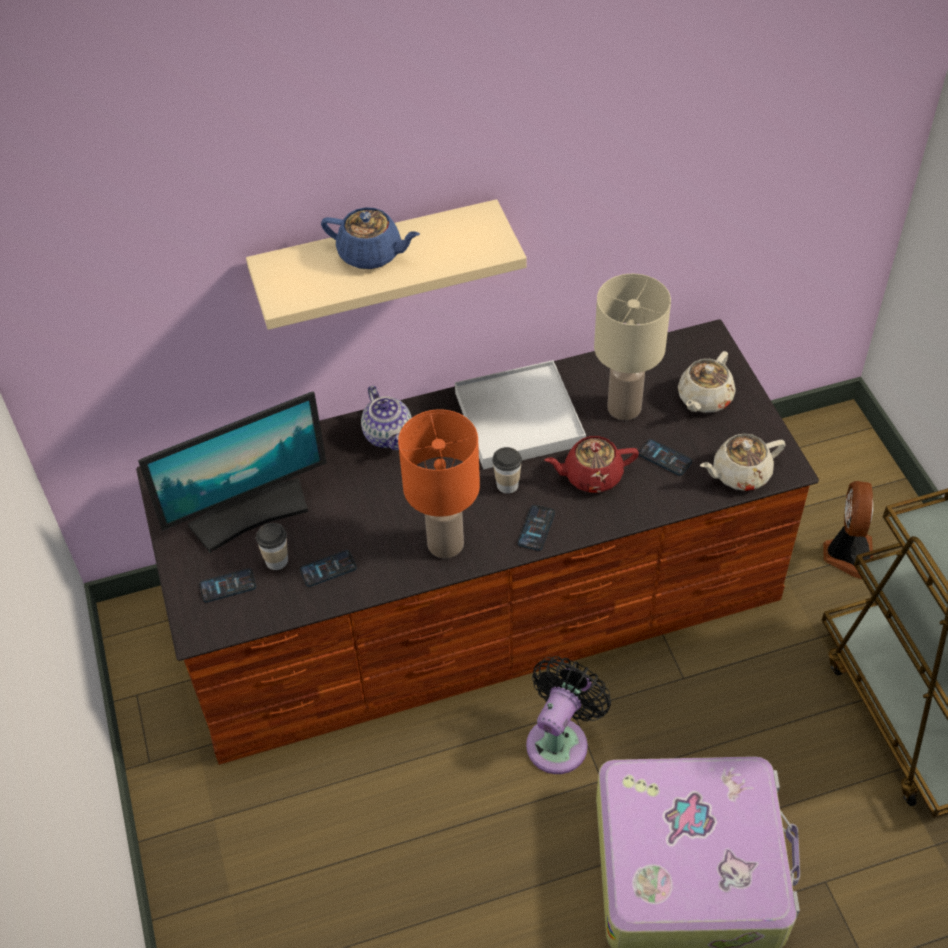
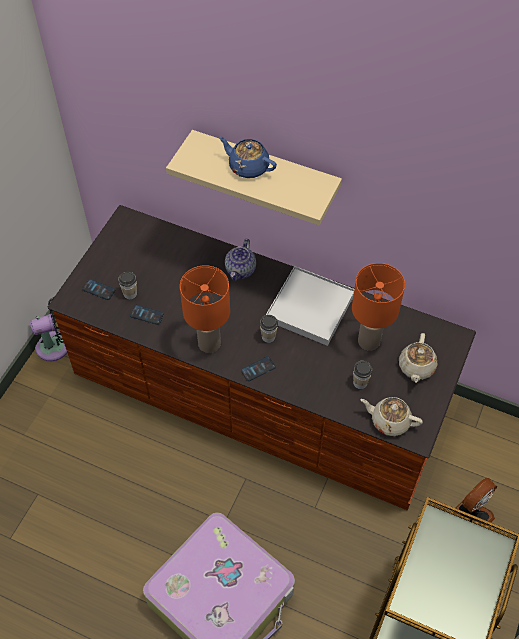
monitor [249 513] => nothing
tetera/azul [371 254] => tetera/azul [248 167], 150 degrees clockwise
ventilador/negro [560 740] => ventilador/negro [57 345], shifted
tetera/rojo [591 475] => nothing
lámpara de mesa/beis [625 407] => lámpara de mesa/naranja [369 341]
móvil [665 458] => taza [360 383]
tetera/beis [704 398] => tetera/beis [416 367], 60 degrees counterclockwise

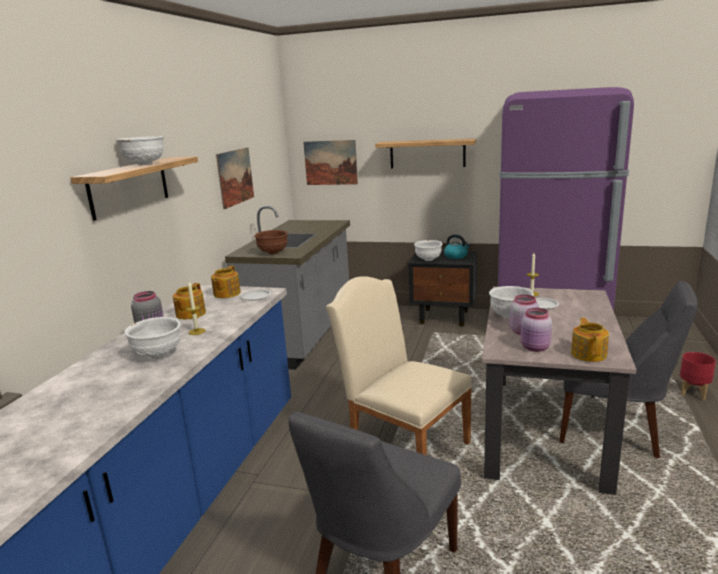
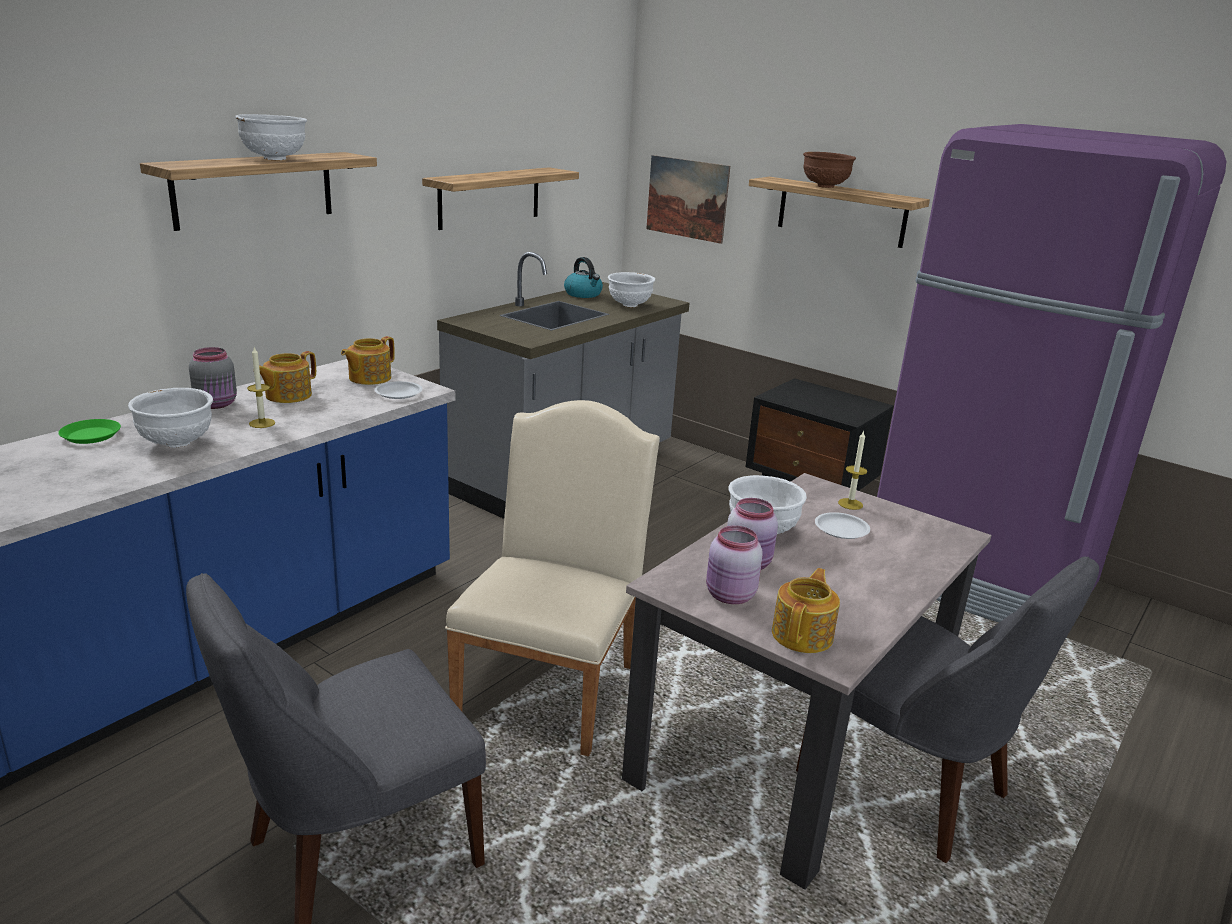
cuadro [235 177] => estante [489 197]
cuenco/marrón [273 253] => cuenco/marrón [825 186], shifted
silla/beis [402 445] => silla/beis [552 685], 45 degrees clockwise
cuenco/blanco [428 259] => cuenco/blanco [629 305], shifted
hervidor [456 256] => hervidor [583 294], shifted
maceta/rojo [693 393] => nothing
nothing => plato/verde [90 436]

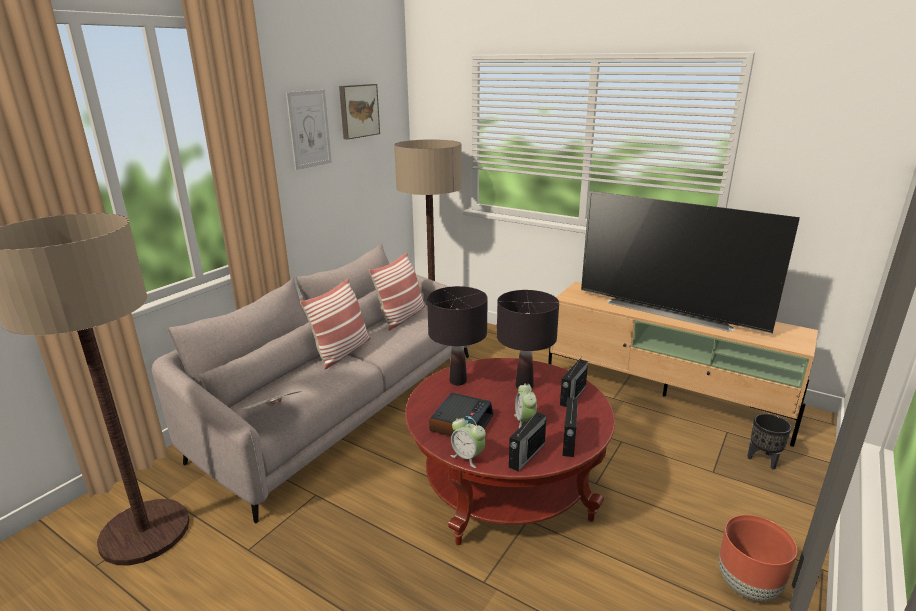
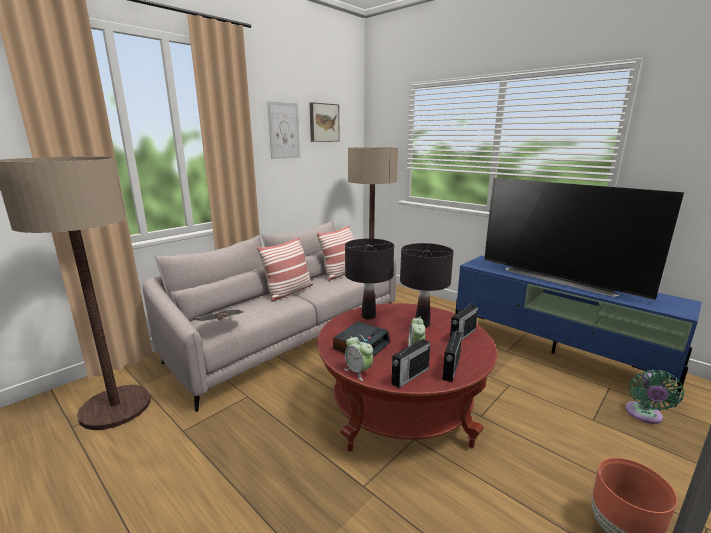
mueble de televisión/beis [665 396] => mueble de televisión/azul [554 353]
maceta/negro [763 460] => ventilador/verde [644 415]

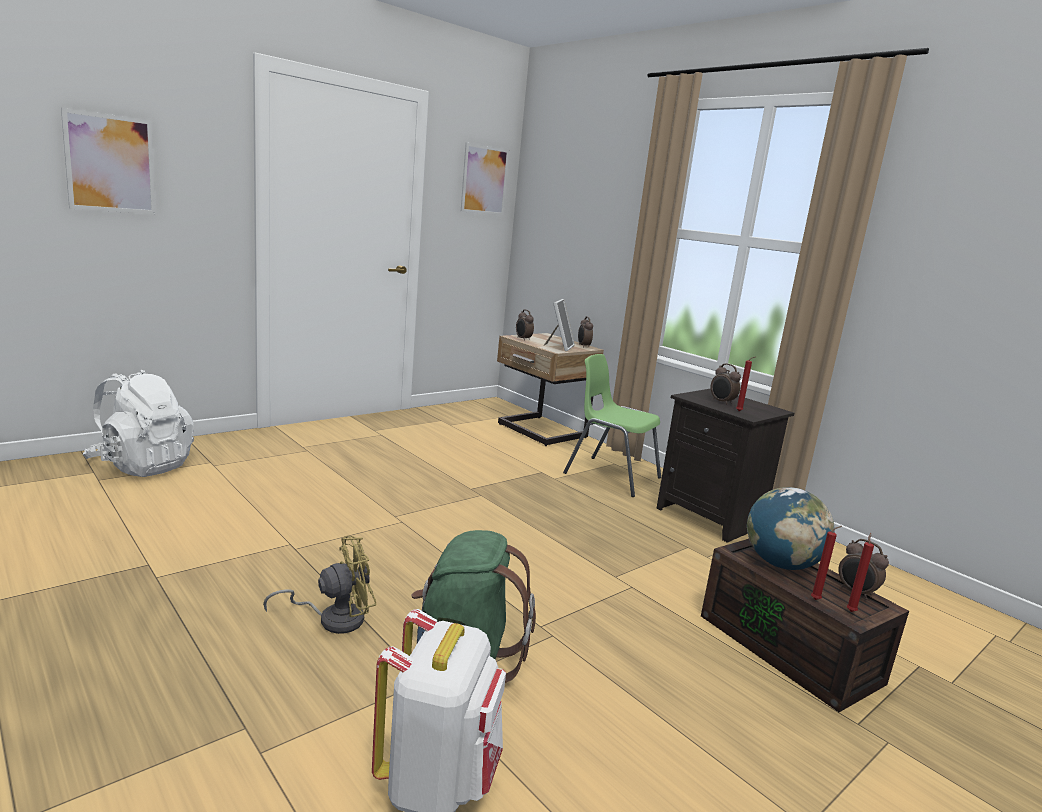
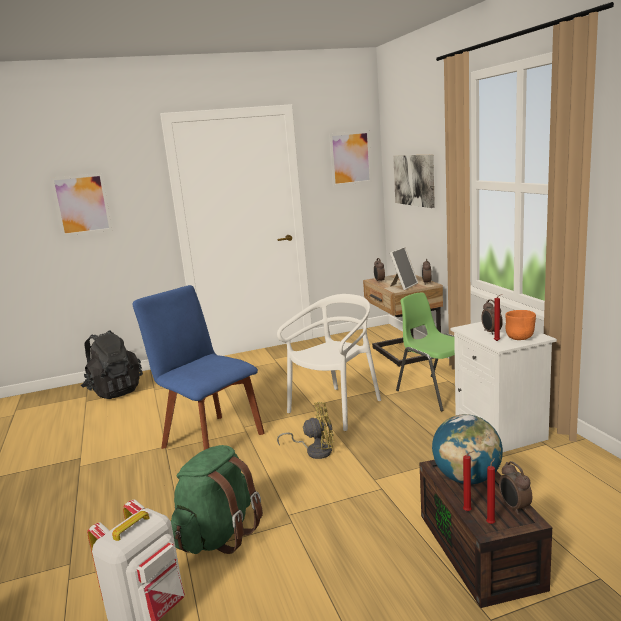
mochila/blanco [142 466] => mochila/negro [114 391]
ventilador/amarillo [333 618] => ventilador/amarillo [315 451], shifted
mesita de noche/negro [712 517] => mesita de noche/blanco [502 430]
nothing => silla/azul [210 438]
nothing => silla/blanco [336 408]
nothing => cuadro [414 180]
nothing => cuenco/naranja [520 338]

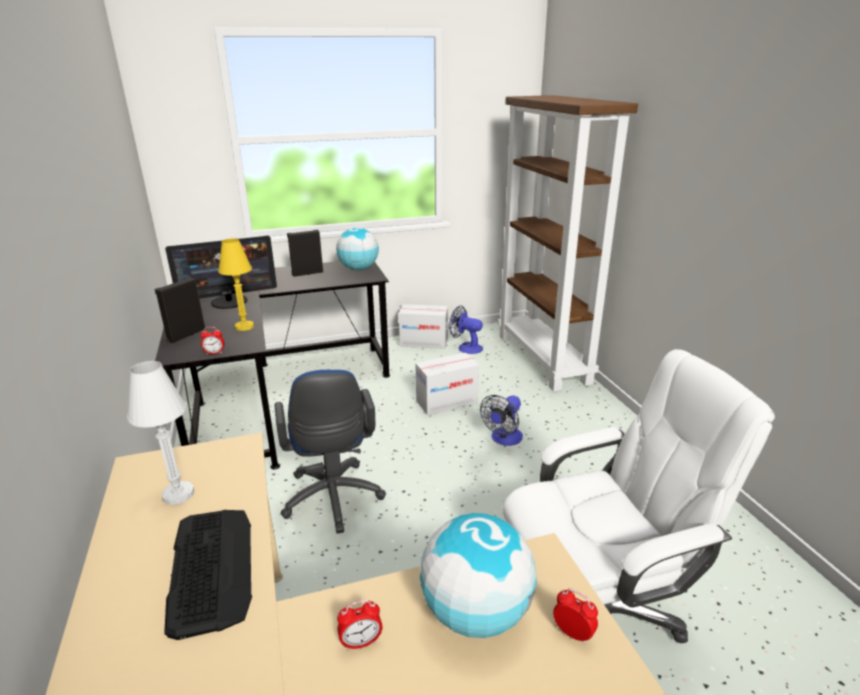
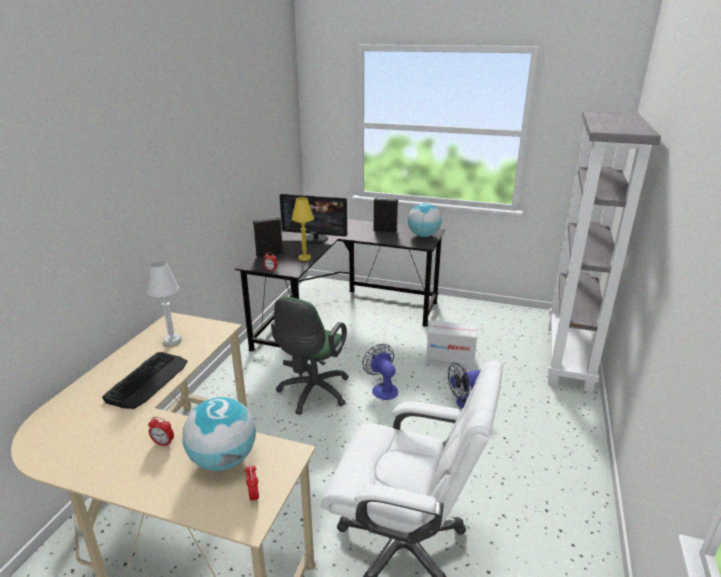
silla de oficina/azul [333 501] => silla de oficina/verde [312 394]
caja de cartón [424 342] => nothing
ventilador [466 347] => ventilador [382 388], shifted
estantería/marrón [544 359] => estantería/gris [569 355]

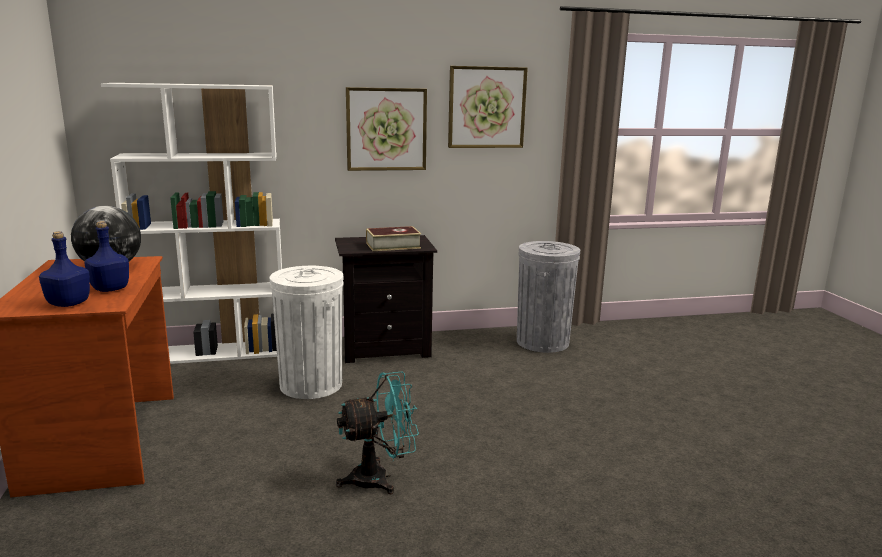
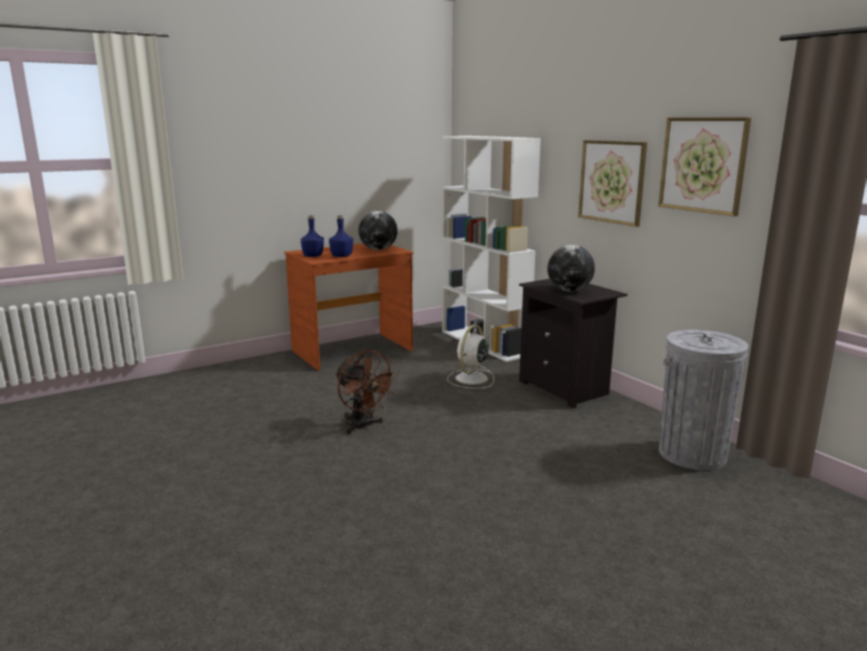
papelera/blanco [311 384] => ventilador/blanco [470 379]
ventilador/turquesa [379 478] => ventilador/marrón [363 426]
libro [393 245] => globo terráqueo [569 291]

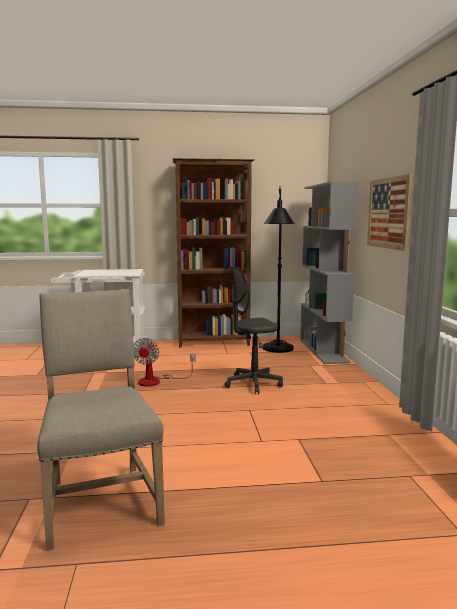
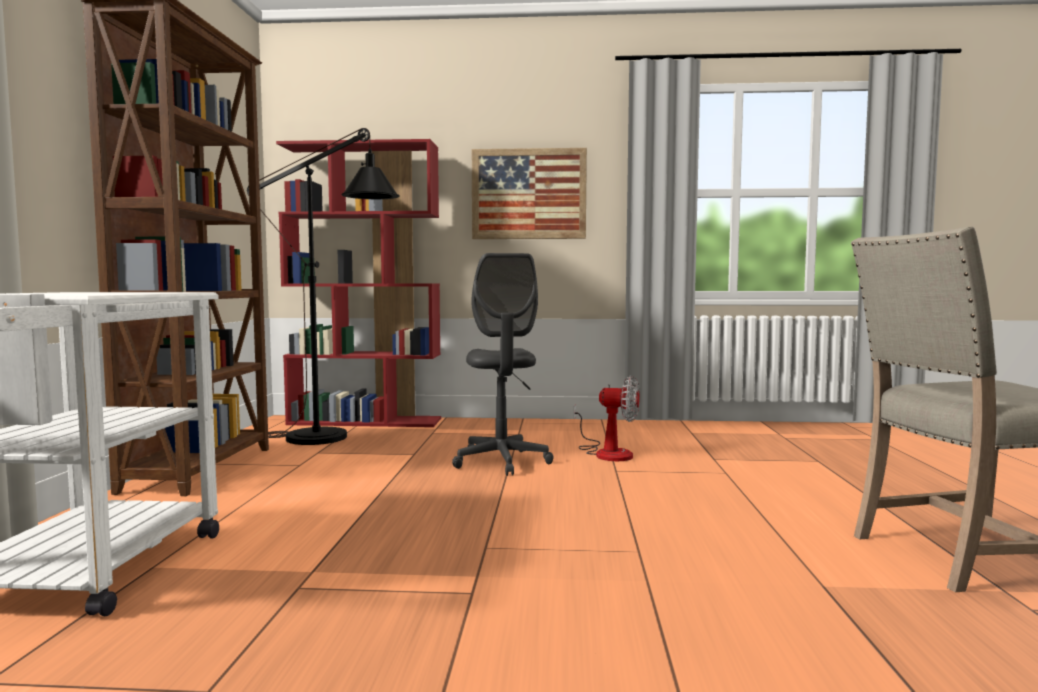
ventilador [157 381] => ventilador [607 453], shifted
estantería/gris [323 350] => estantería/rojo [366 421]

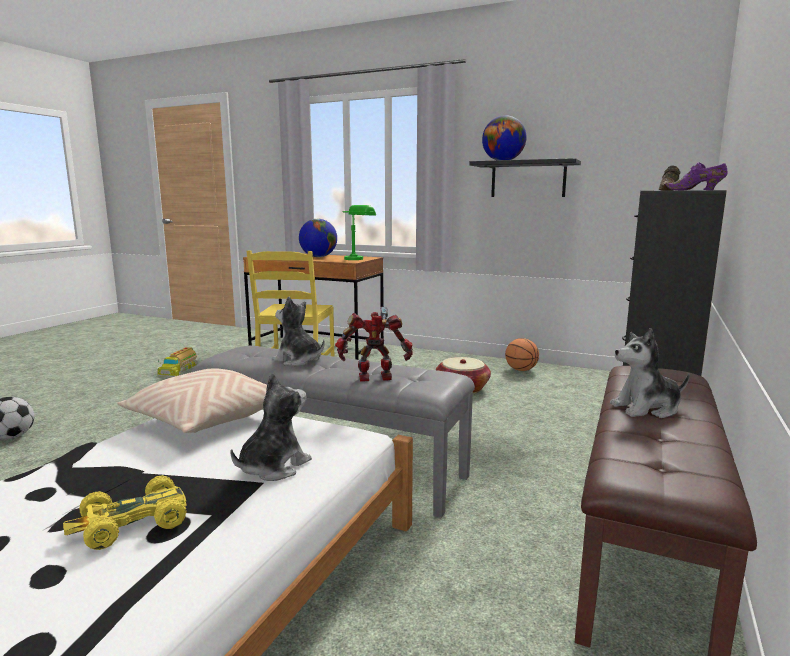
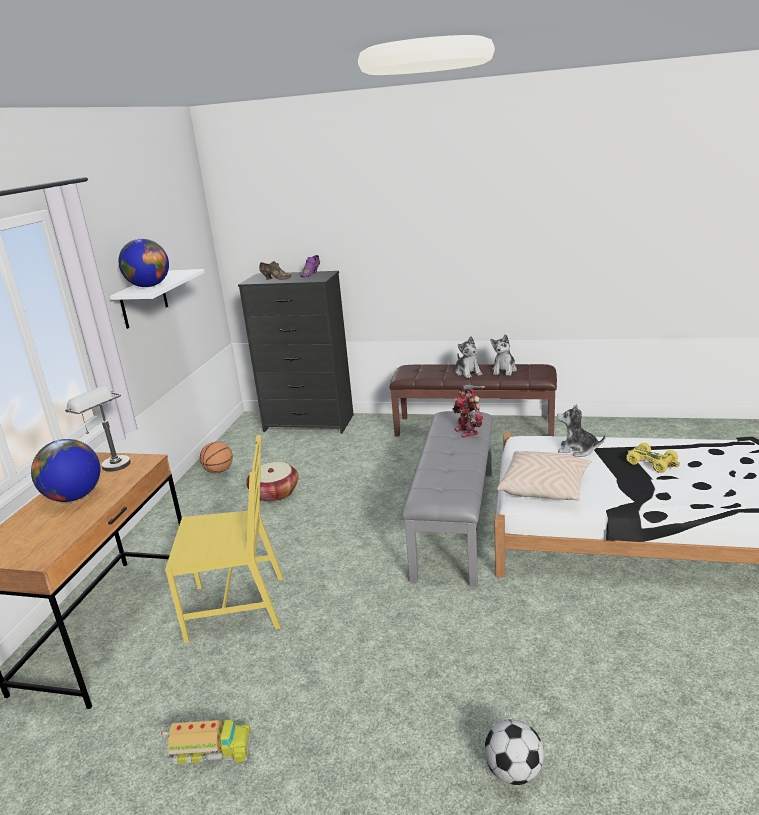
peluche [298 360] => peluche [504 370], shifted
lámpara de mesa/verde [358 258] => lámpara de mesa/gris [109 463]
estante/negro [528 179] => estante/blanco [144 299]

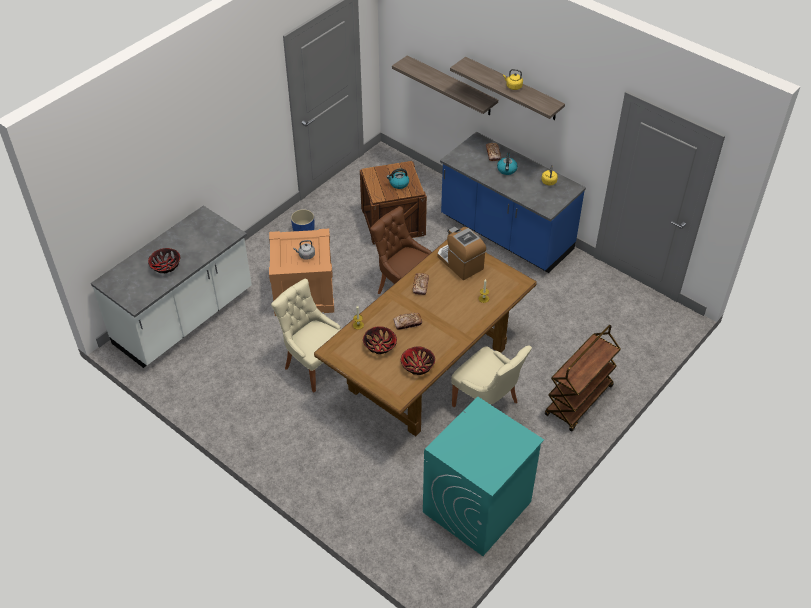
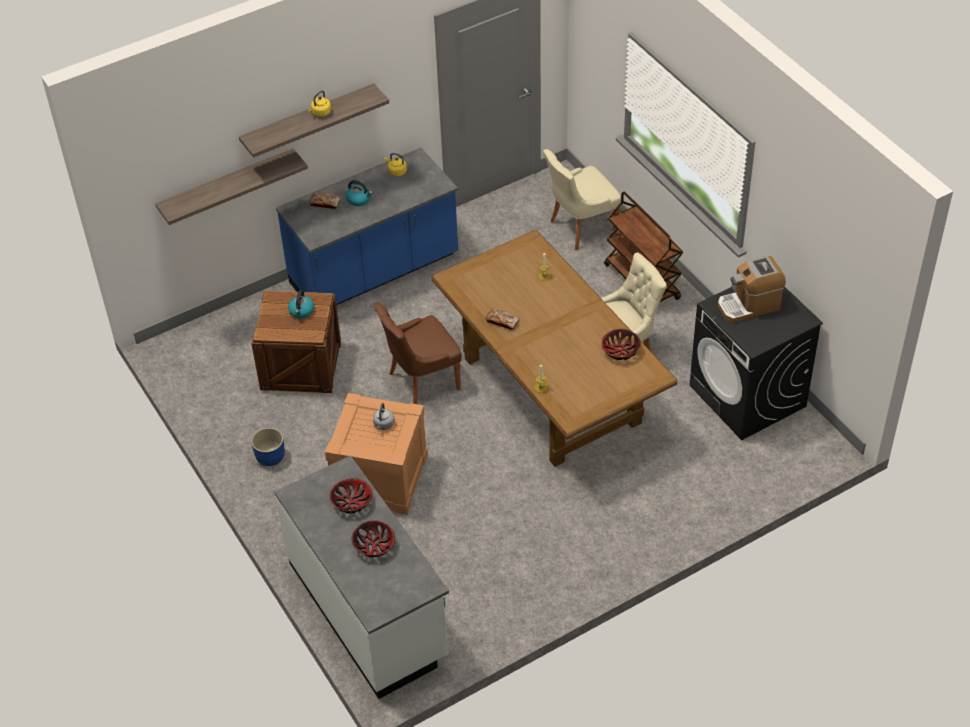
silla/beis [314 365] => silla/beis [580 228], shifted
cuenco [380 346] => cuenco [352 502], shifted
pan [407 323] => nothing
lavadora/turquesa [476 507] => lavadora/negro [748 396]
cafetera [460 262] => cafetera [749 305], shifted

